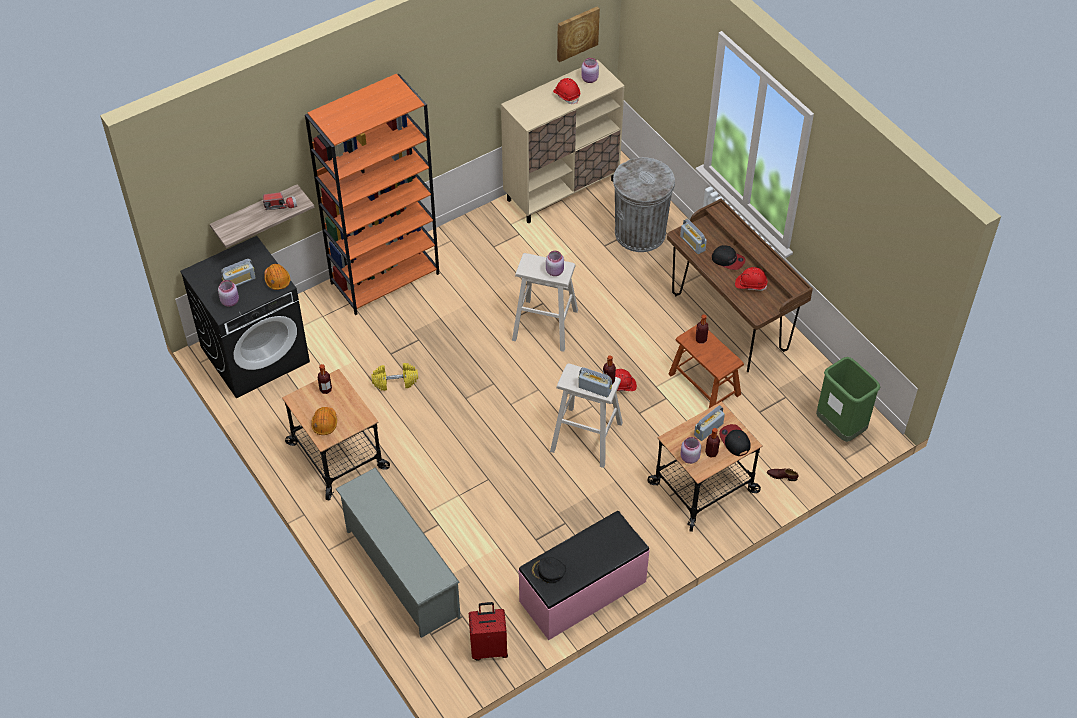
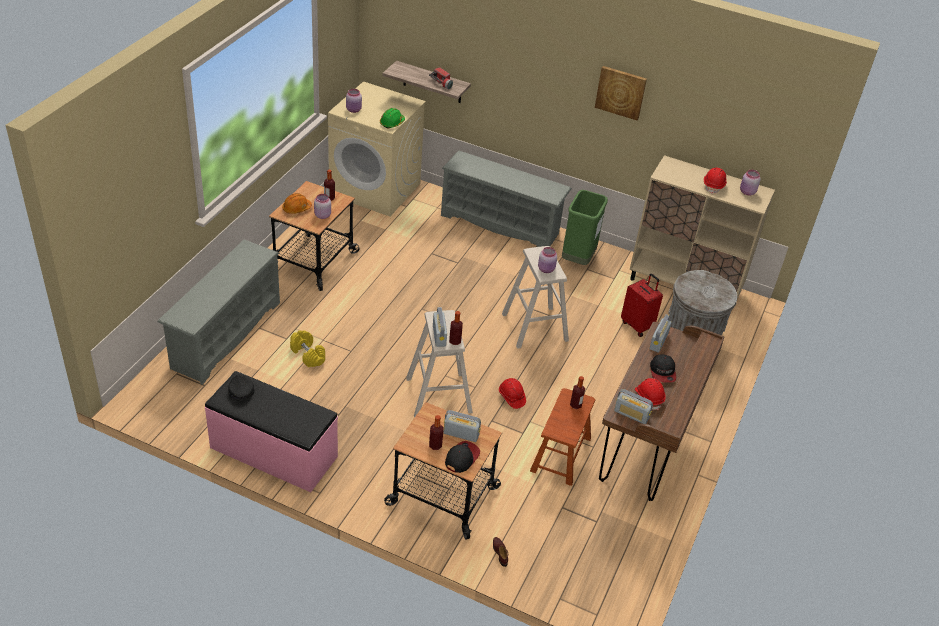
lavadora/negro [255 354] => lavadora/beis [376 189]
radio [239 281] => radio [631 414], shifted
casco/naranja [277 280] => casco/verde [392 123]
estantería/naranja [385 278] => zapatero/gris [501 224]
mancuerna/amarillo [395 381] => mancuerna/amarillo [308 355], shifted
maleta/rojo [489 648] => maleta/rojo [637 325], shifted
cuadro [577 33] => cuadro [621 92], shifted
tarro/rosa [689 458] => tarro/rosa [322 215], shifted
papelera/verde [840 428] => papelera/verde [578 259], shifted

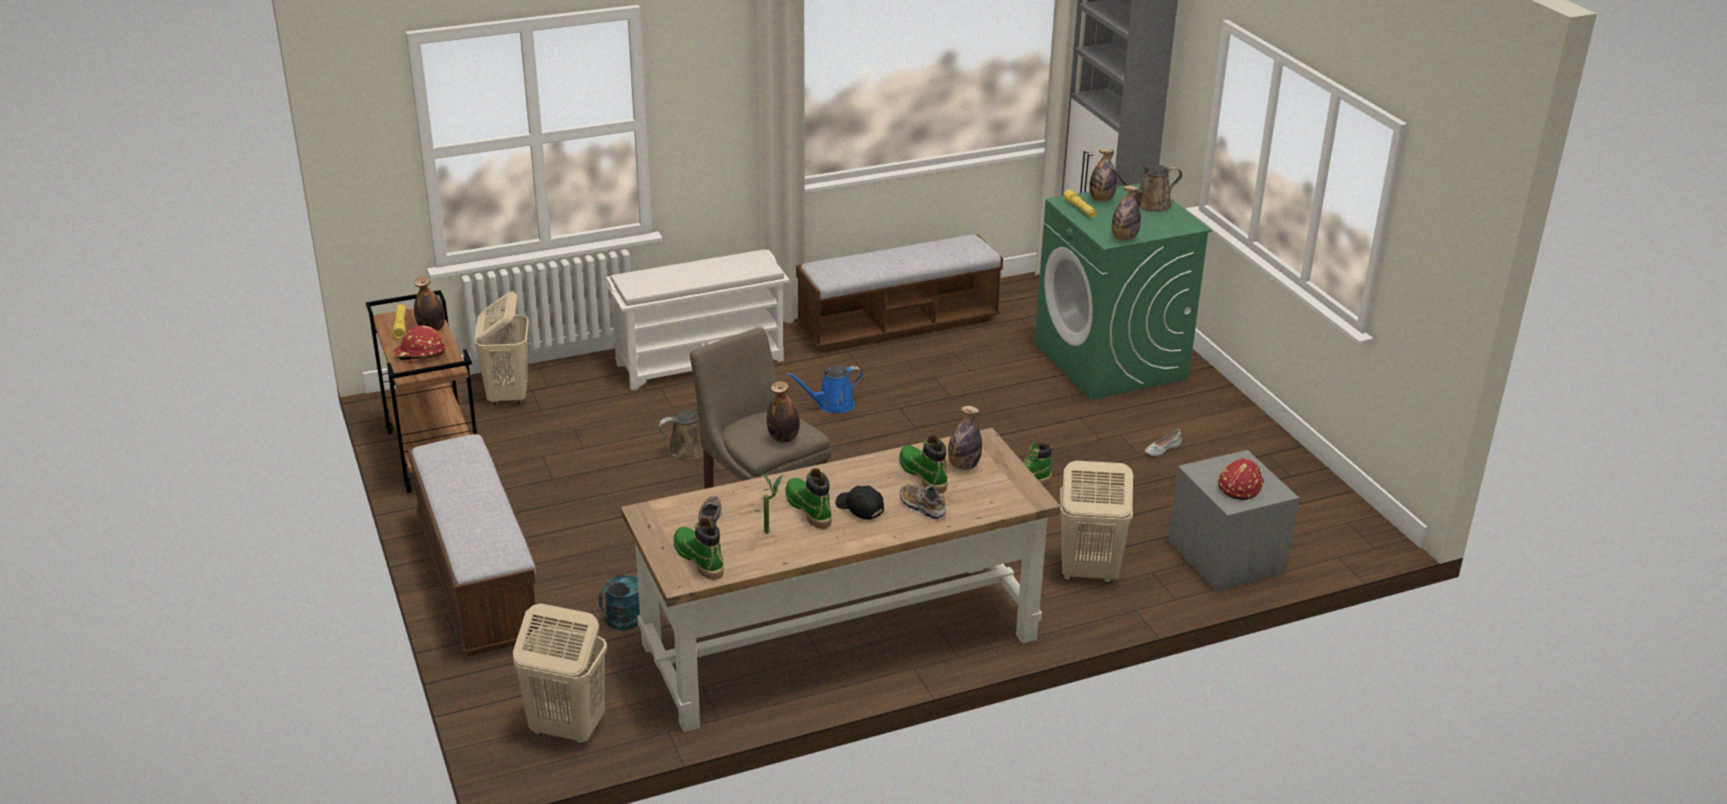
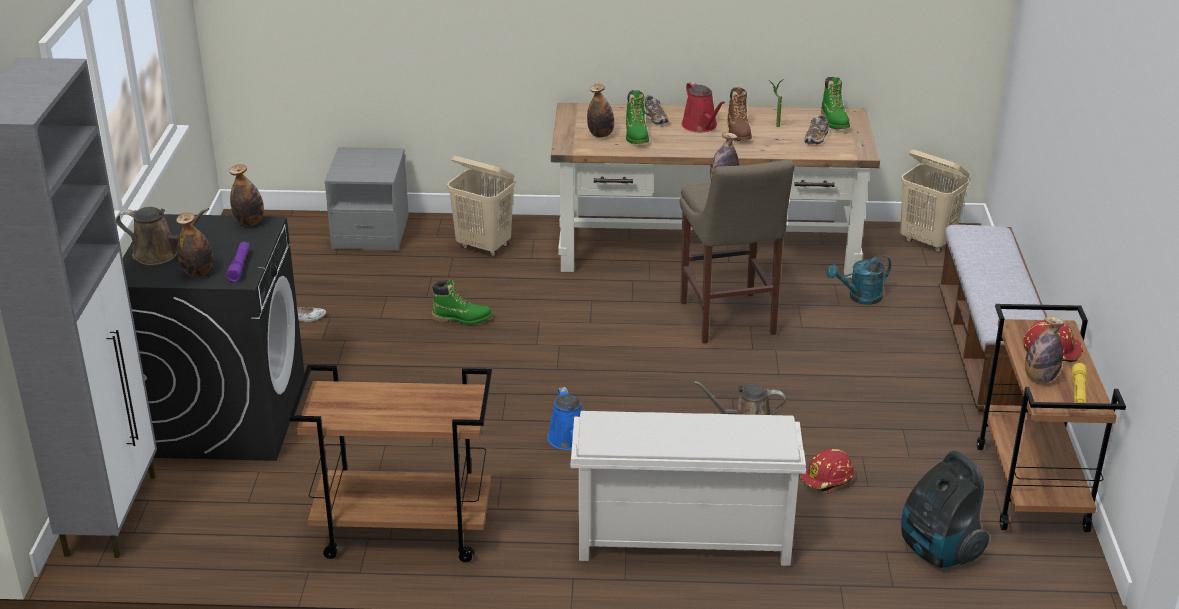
cesto de la ropa/beis [508 395] => aspiradora [938 551]
bota/verde [808 509] => bota/marrón [738 133]
regadera/azul [832 405] => regadera/azul [569 440], 75 degrees clockwise
banco [898 325] => carrito/marrón [402 532]
gorra/negro [859 508] => regadera/rojo [701 126]
lavadora/verde [1111 361] => lavadora/negro [226 416]
linterna/amarillo [1080 209] => linterna/morado [239 266]
casco/rojo [1239 486] => casco/rojo [827 480], shifted

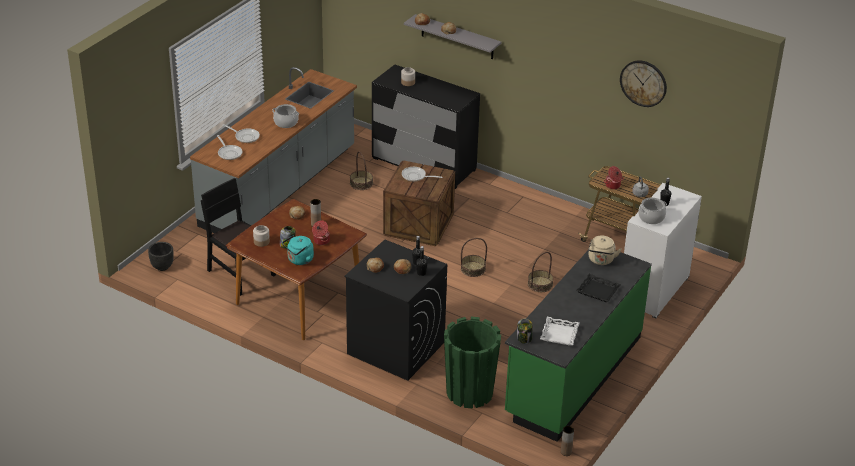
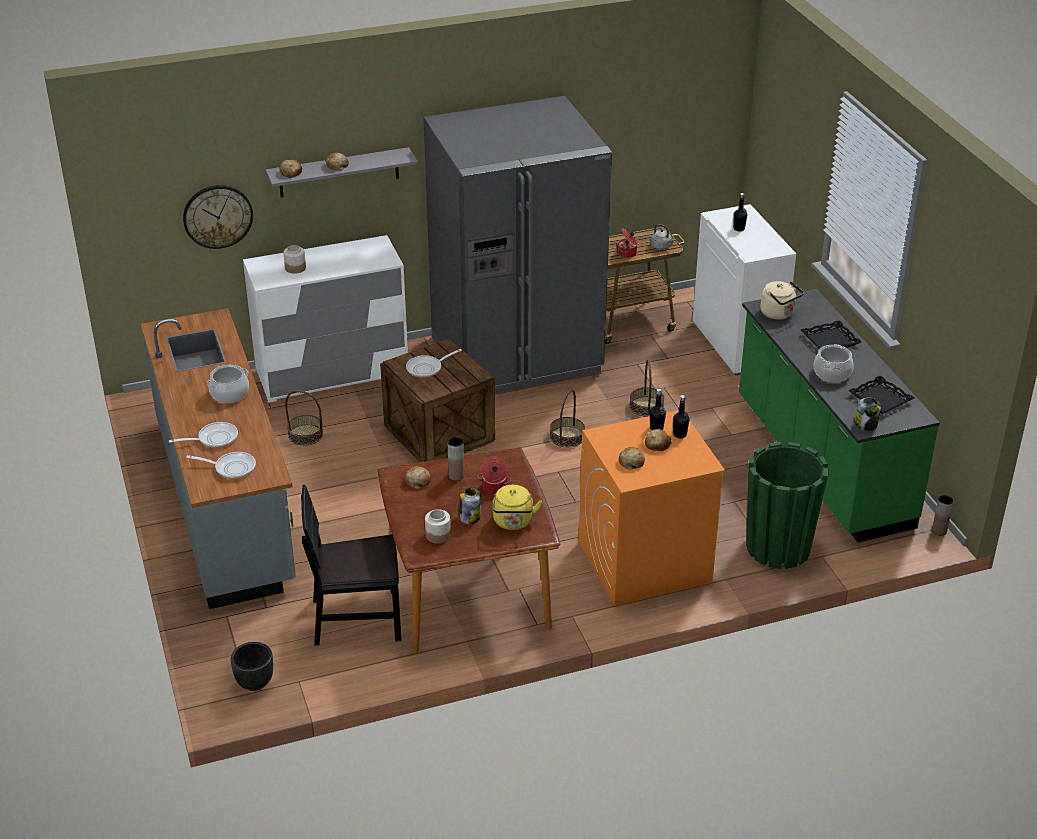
hervidor/turquesa [299 260] => hervidor/amarillo [513 522]
lavadora/negro [395 348] => lavadora/naranja [644 563]
cómoda/negro [424 164] => cómoda/blanco [332 373]
bandeja/blanco [559 334] => bandeja/negro [881 399]
reloj de pared [643 83] => reloj de pared [217 216], shifted
olla [651 218] => olla [832 373], shifted
nothing => nevera/gris [516 356]

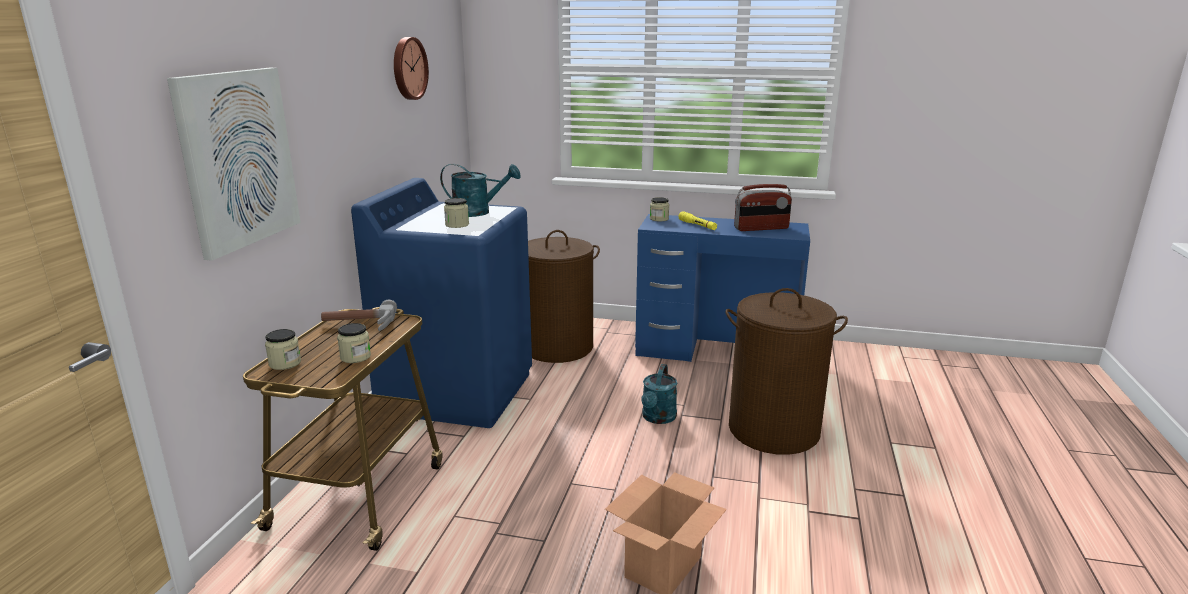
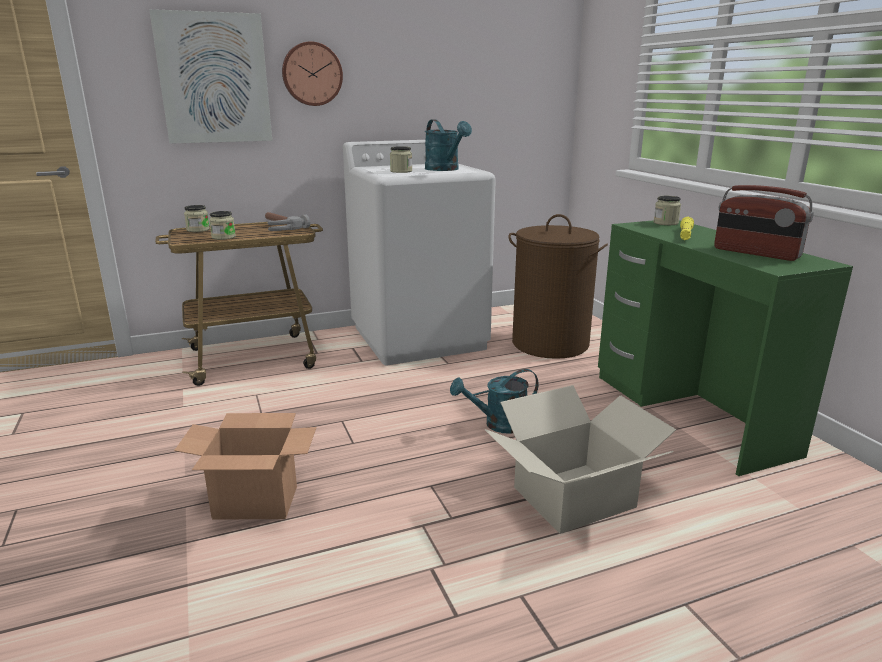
lavadora/azul [458 392] => lavadora/blanco [419 337]
reloj de pared [408 68] => reloj de pared [312 74], shifted
escritorio/azul [716 352] => escritorio/verde [690 413]
cesto de la ropa/marrón [774 430] => caja de cartón [575 497]

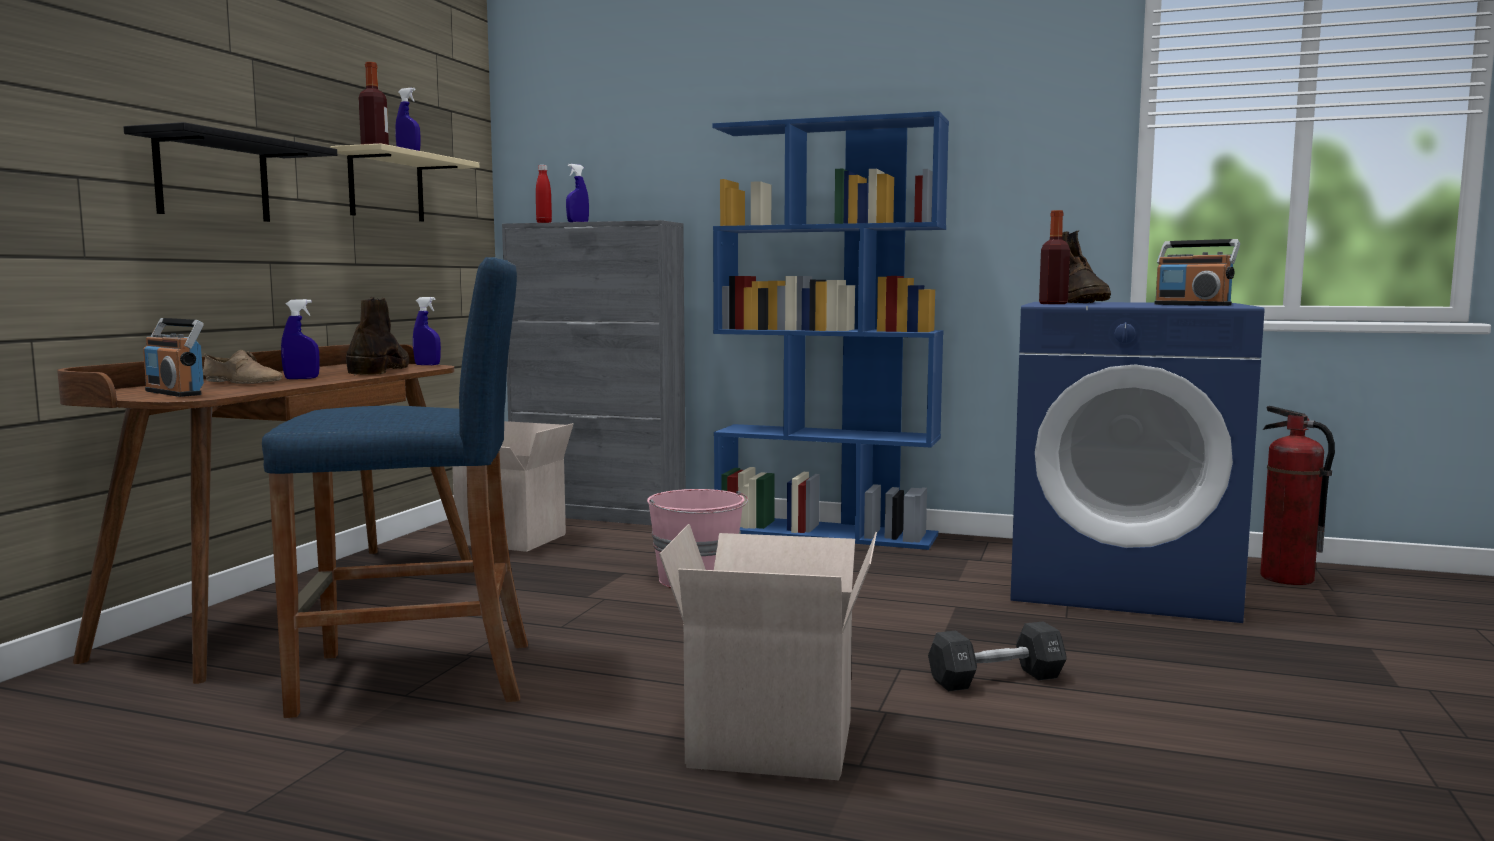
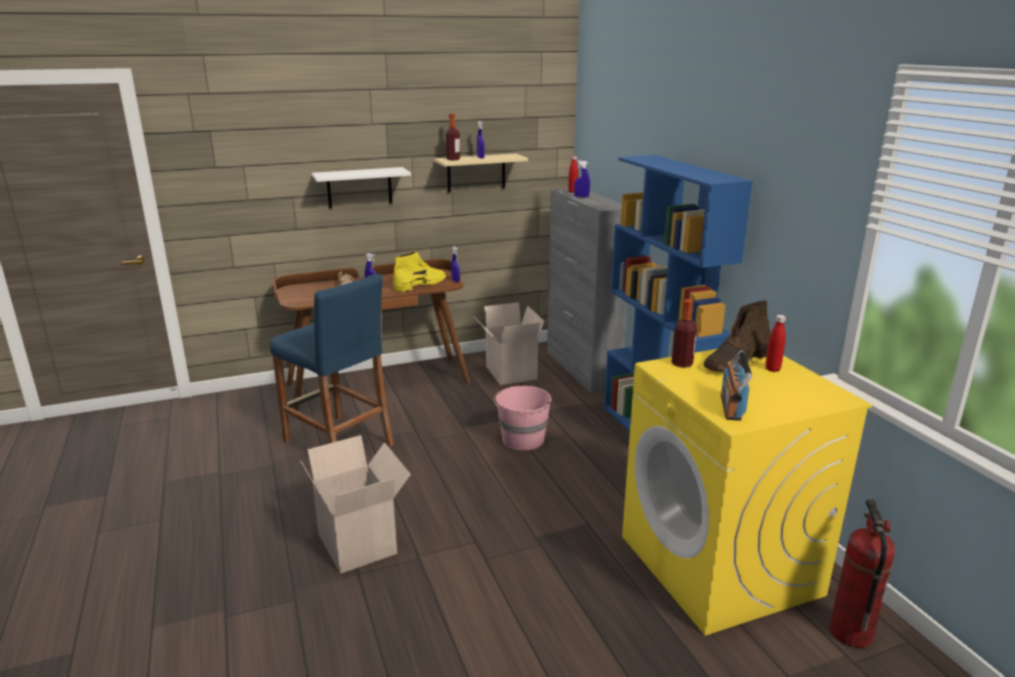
estante/negro [213 179] => estante/blanco [359 187]
radio [174 393] => nothing
bota/marrón [380 370] => bota/amarillo [420 284]
mancuerna/negro [996 679] => nothing
lavadora/azul [1122 583] => lavadora/amarillo [720 565]
nothing => botella/rojo [772 369]

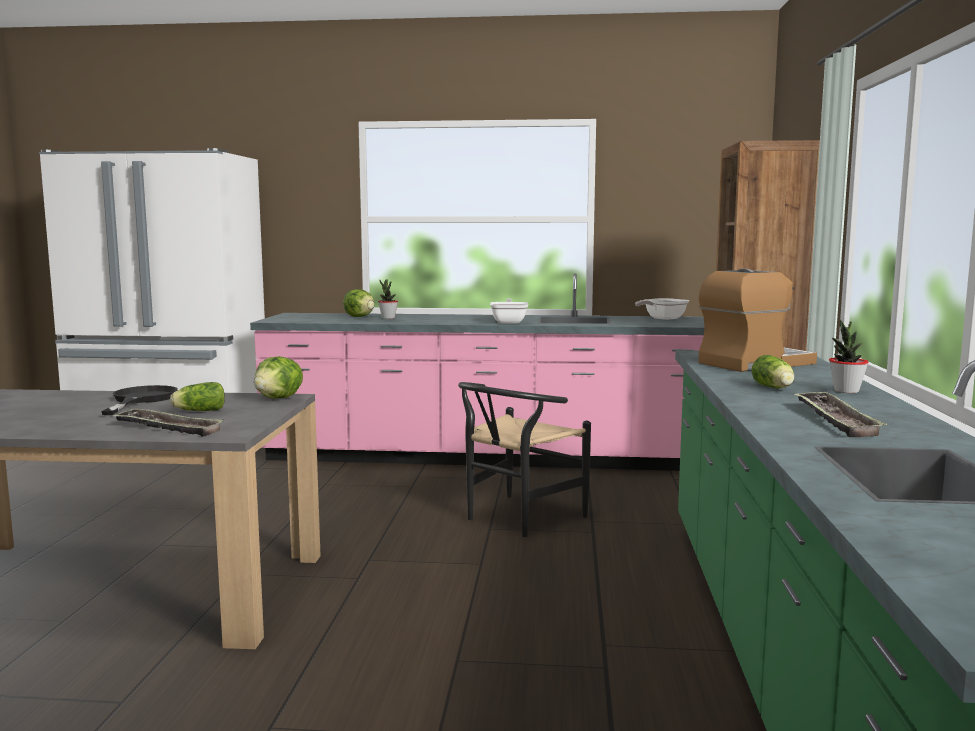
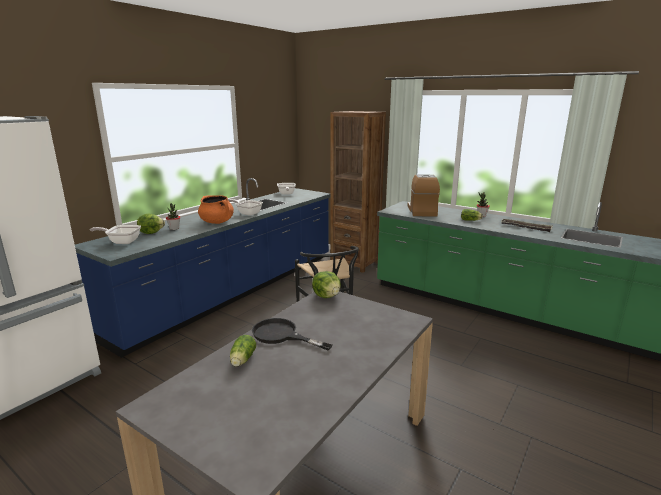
bandeja [168 428] => nothing
lechuga [198 411] => lechuga [242 360], shifted
mueble bajo de cocina/rosa [490 458] => mueble bajo de cocina/azul [234 292]
nothing => sartén [122 242]
nothing => olla/naranja [217 222]

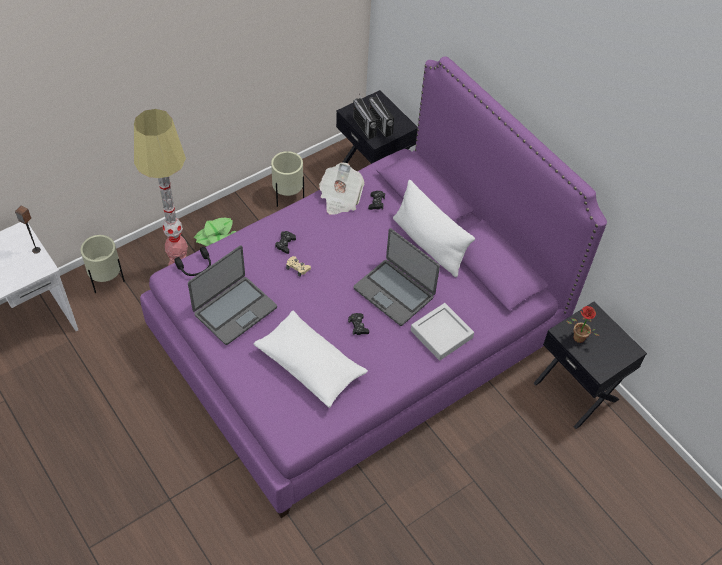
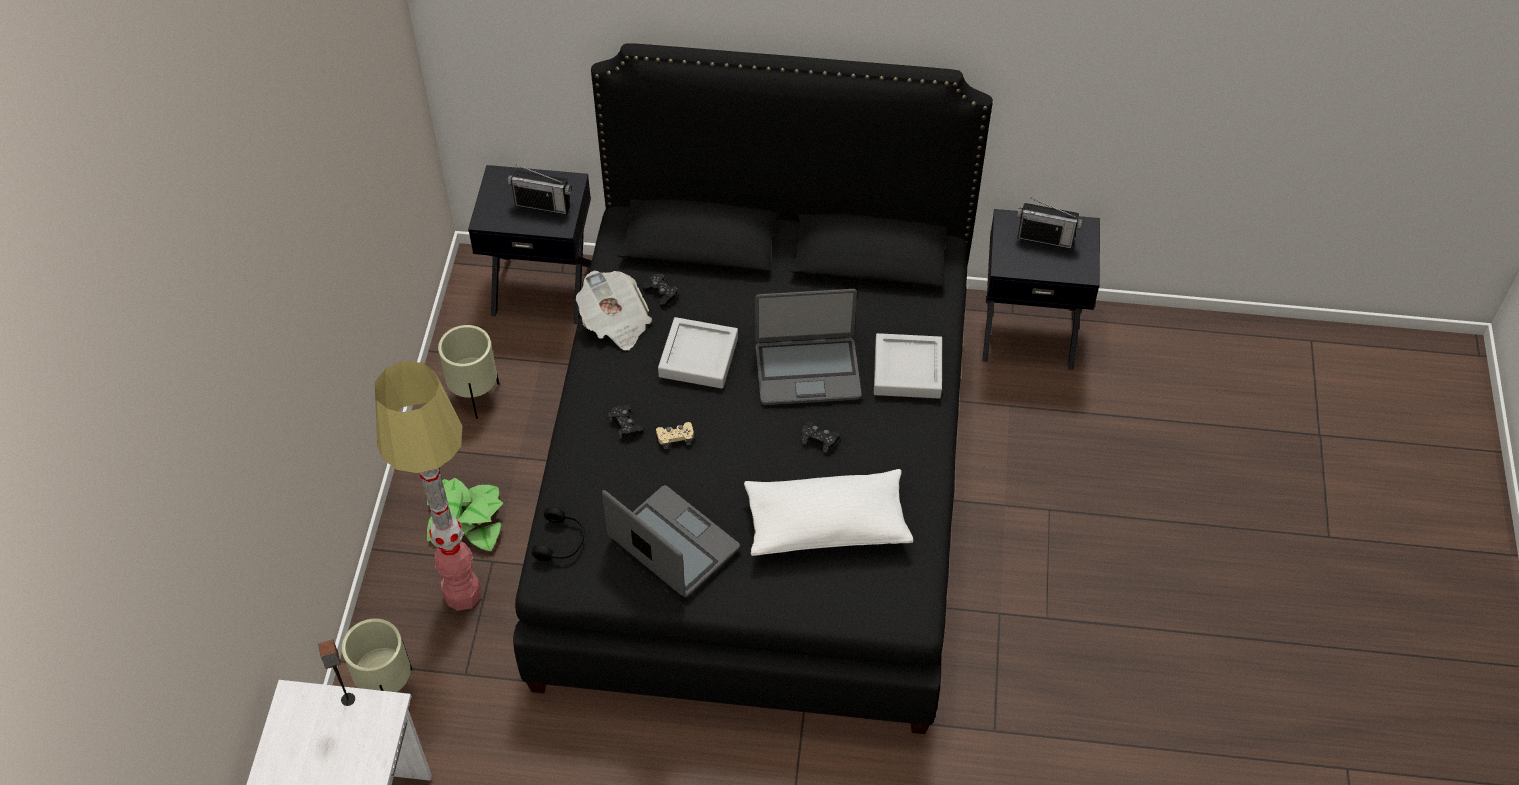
cama/morado [357 338] => cama/negro [758 479]
portátil [234 310] => portátil [672 544], 45 degrees counterclockwise
radio [364 127] => radio [1045 238], shifted
cojín/blanco [429 244] => nothing
planta en maceta [576 339] => nothing
nothing => bandeja/gris [698 357]

